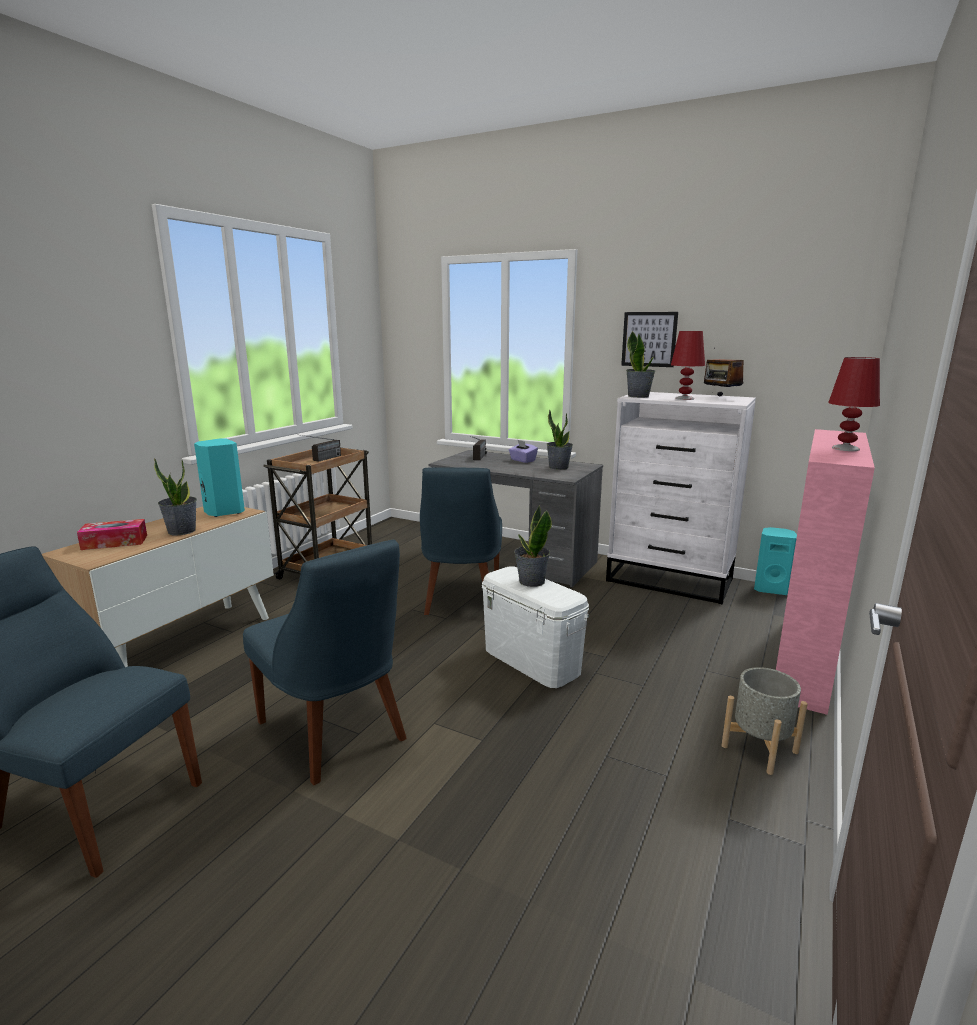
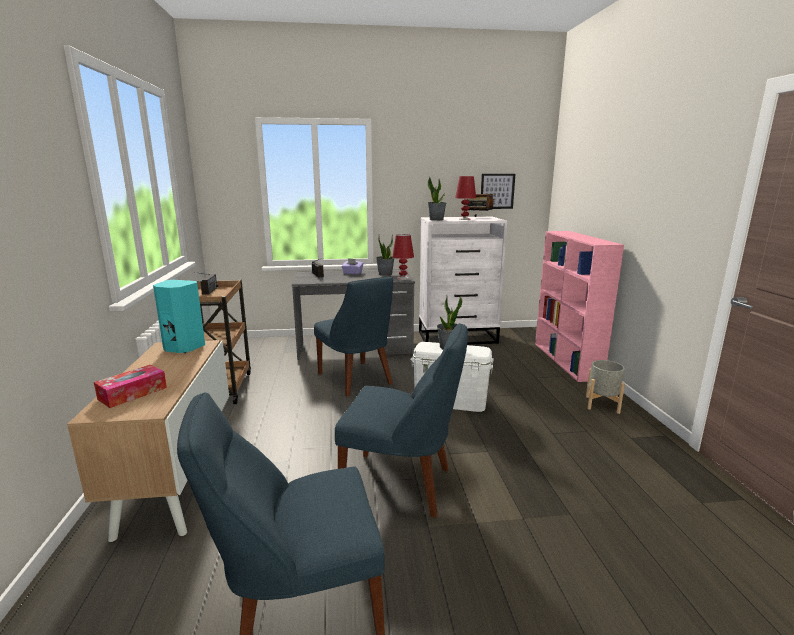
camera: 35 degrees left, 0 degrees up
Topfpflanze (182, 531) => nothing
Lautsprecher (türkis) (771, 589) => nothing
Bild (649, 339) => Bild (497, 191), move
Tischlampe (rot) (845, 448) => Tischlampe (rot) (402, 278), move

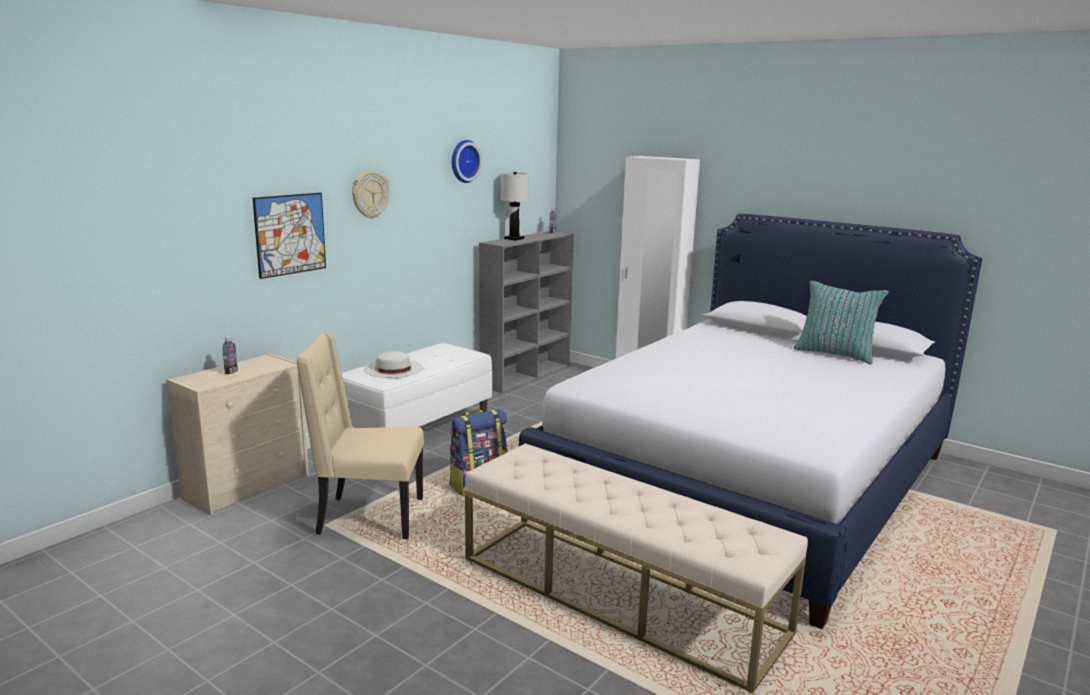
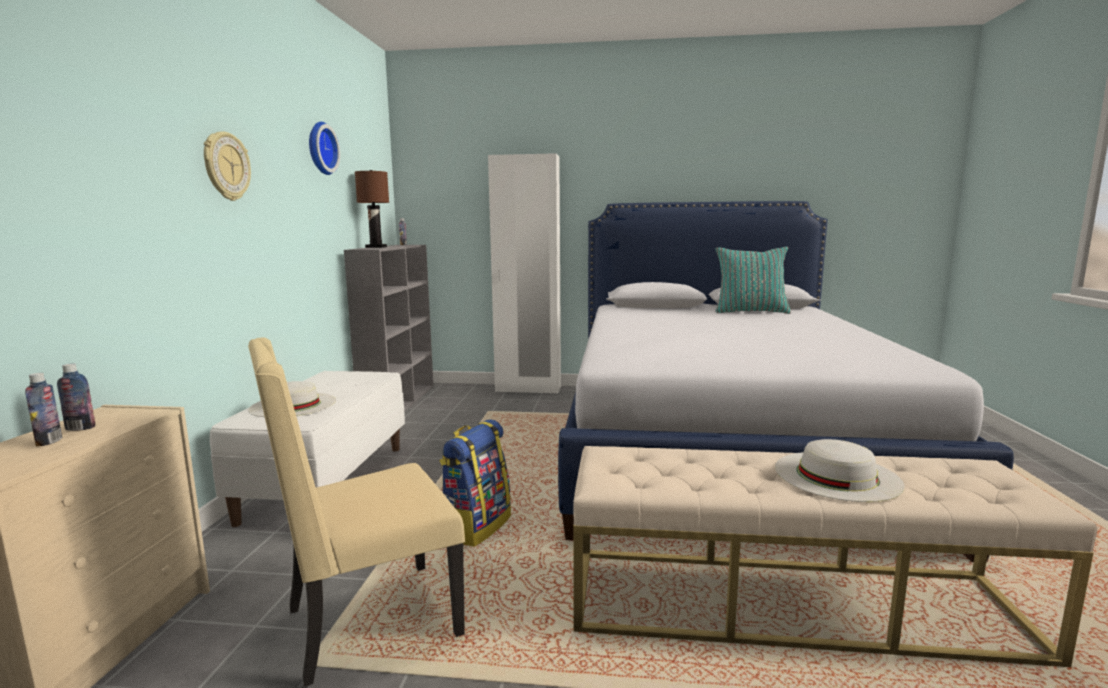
camera: 30 degrees left, 5 degrees down
Bild (290, 234) => nothing
nothing => Flasche (80, 428)
nothing => Hut (weiß) (836, 475)
Tischlampe (weiß) (514, 239) => Tischlampe (braun) (376, 247)

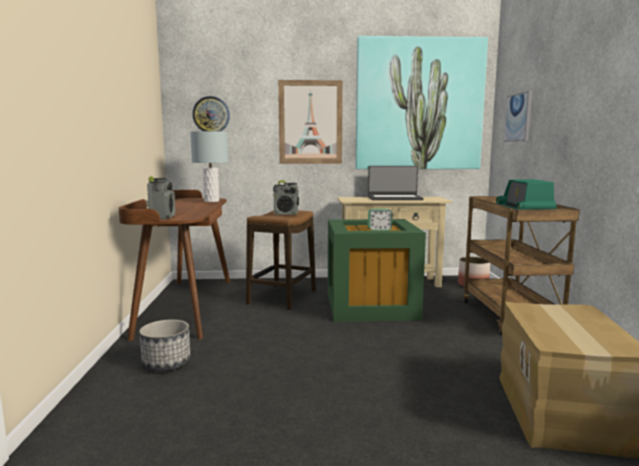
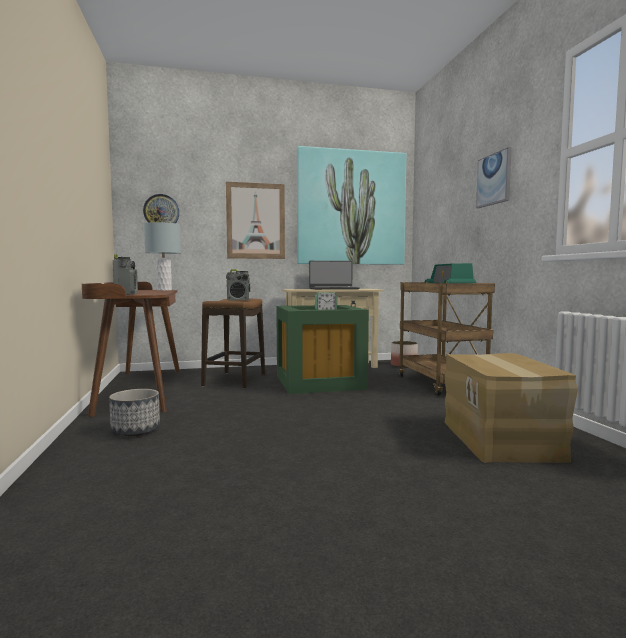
camera: 10 degrees left, 5 degrees down
Bild (518, 117) => Bild (494, 179), move

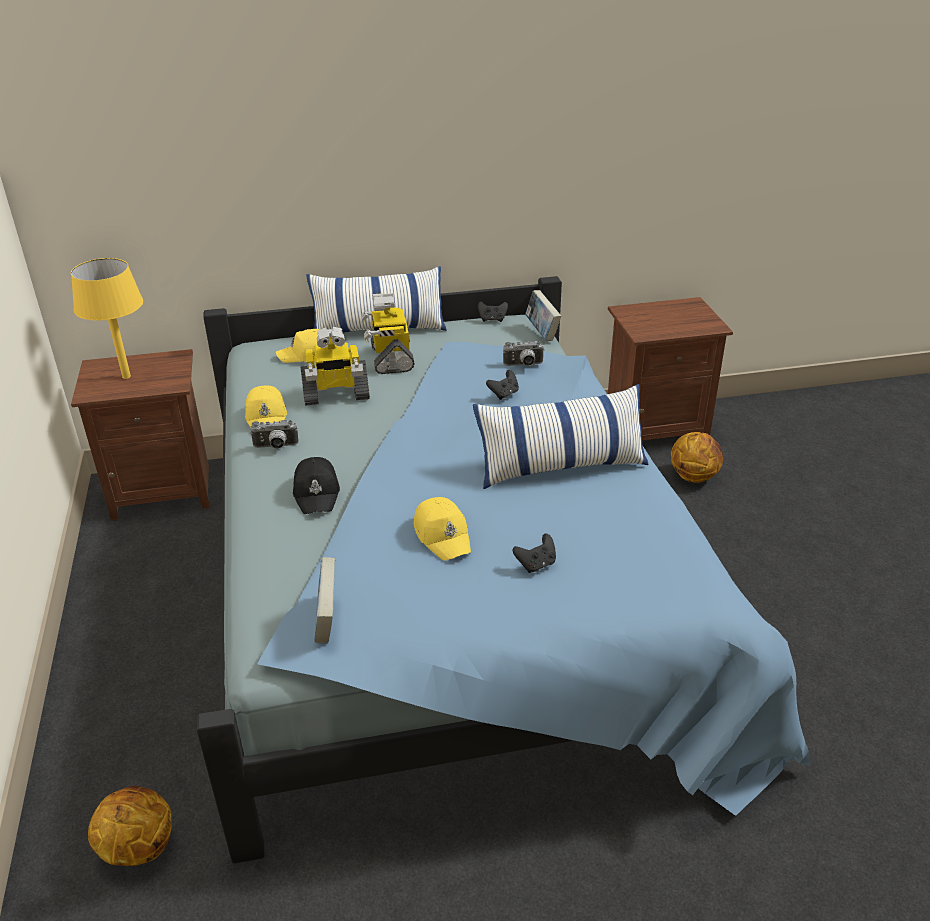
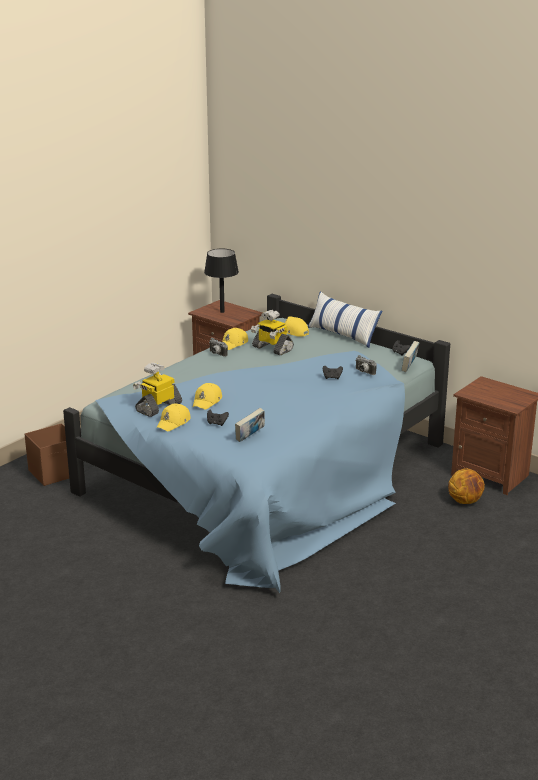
camera: 50 degrees right, 10 degrees down
Kappe (schwarz) (317, 492) => nothing
Kissen (561, 466) => nothing
nothing => Kappe (gelb) (174, 423)
Buch (327, 621) => Buch (250, 437), move
Spielzeugroboter (390, 358) => Spielzeugroboter (158, 407), move
Basketball (138, 848) => Aufbewahrungsbox (braun) (55, 473)
Tischlampe (gelb) (126, 376) => Tischlampe (schwarz) (222, 312)

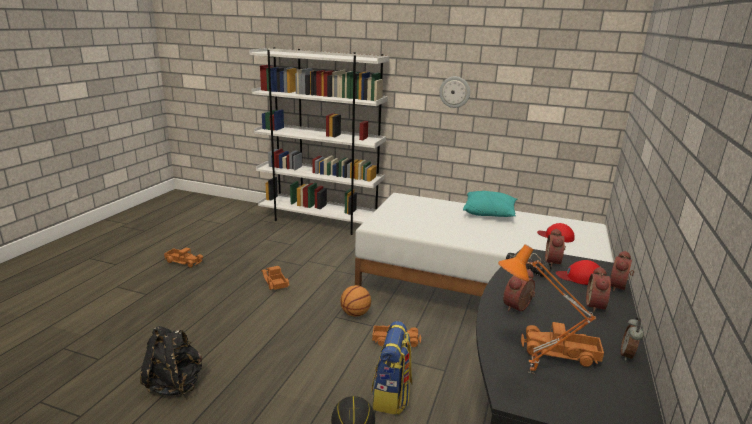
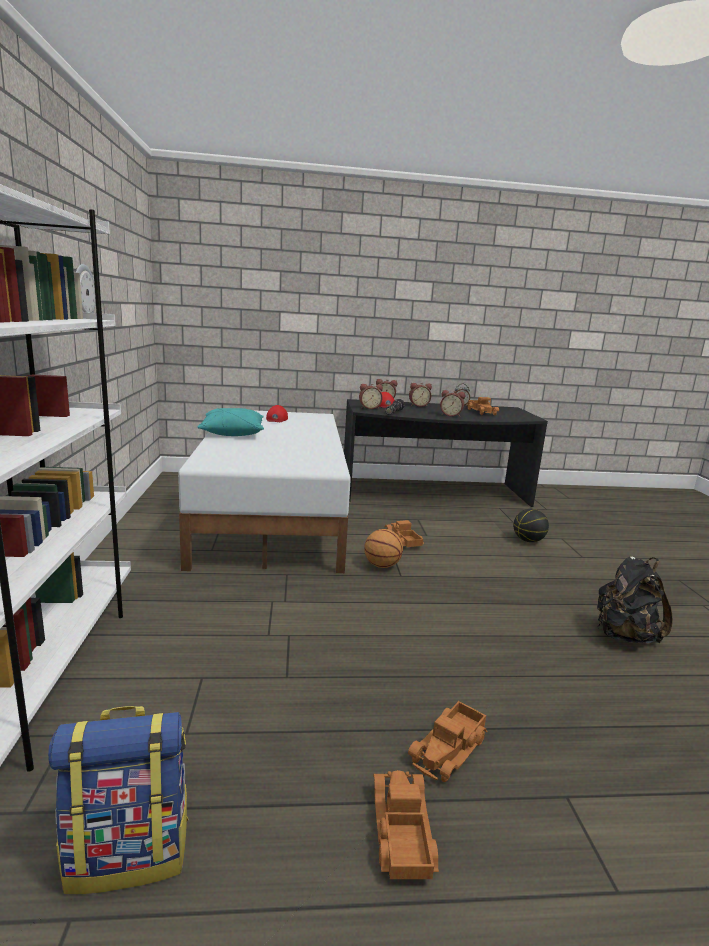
camera: 115 degrees left, 5 degrees down
Tischlampe (orange) (531, 374) => nothing
Spielzeuglaster (274, 282) => Spielzeuglaster (450, 750), move
Rucksack (392, 396) => Rucksack (130, 852), move

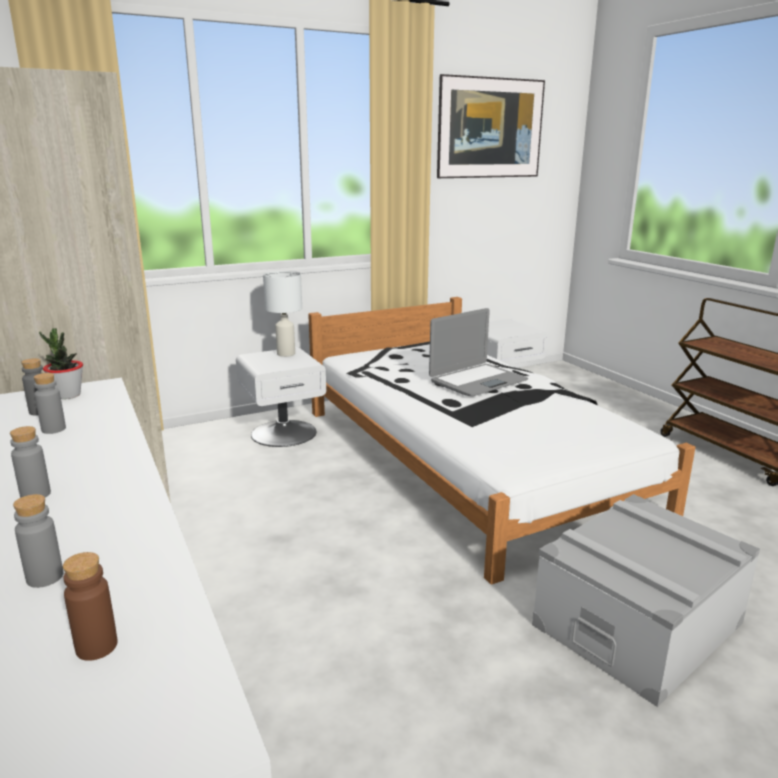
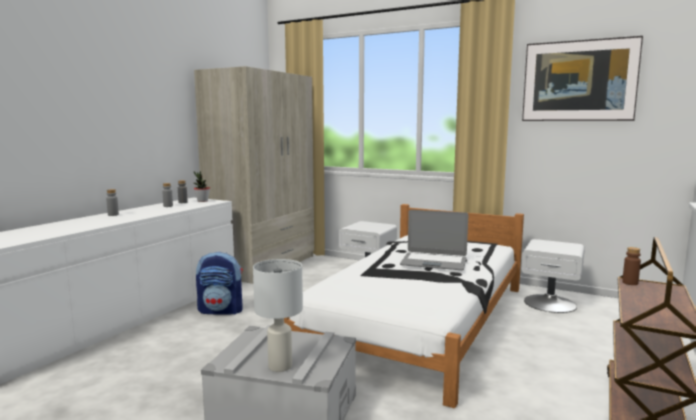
camera: 55 degrees right, 10 degrees down
Flasche (grau) (45, 577) => nothing
nothing => Rucksack (221, 310)
Flasche (braun) (96, 646) => Flasche (braun) (630, 283), move
Tischlampe (weiß) (286, 354) => Tischlampe (weiß) (280, 366), move

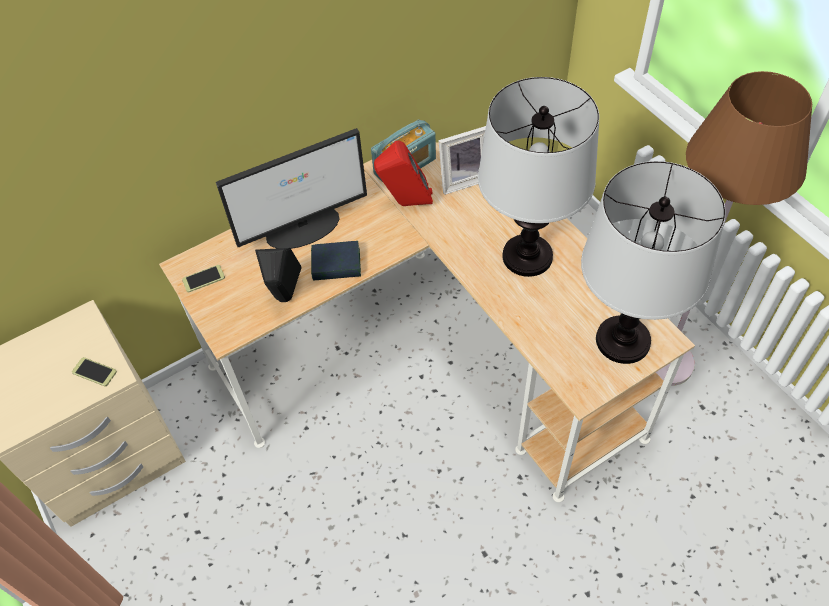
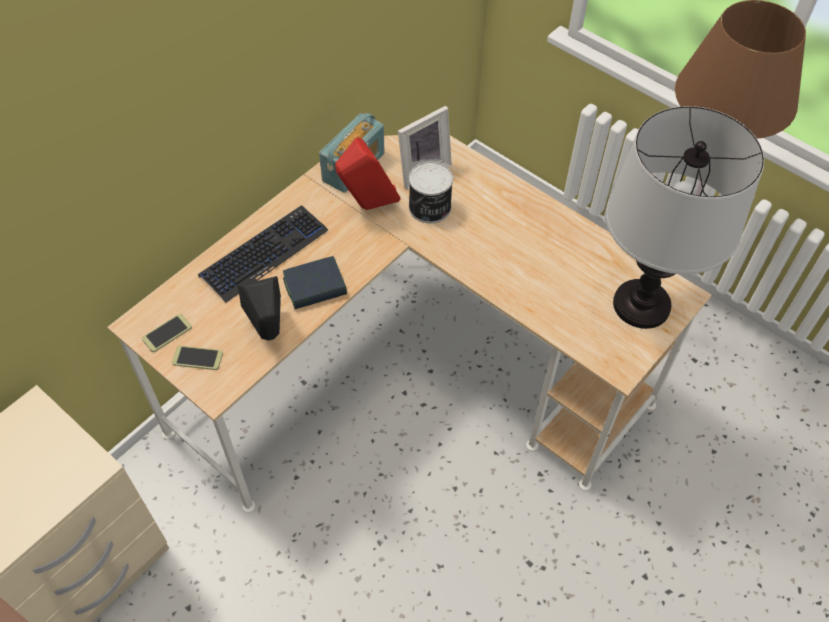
camera: 20 degrees left, 0 degrees up
Tischlampe (528, 256) => nothing
nothing => Dose (429, 208)
Handy (94, 372) => Handy (197, 358), move
Monitor (304, 227) => Tastatur (264, 253)

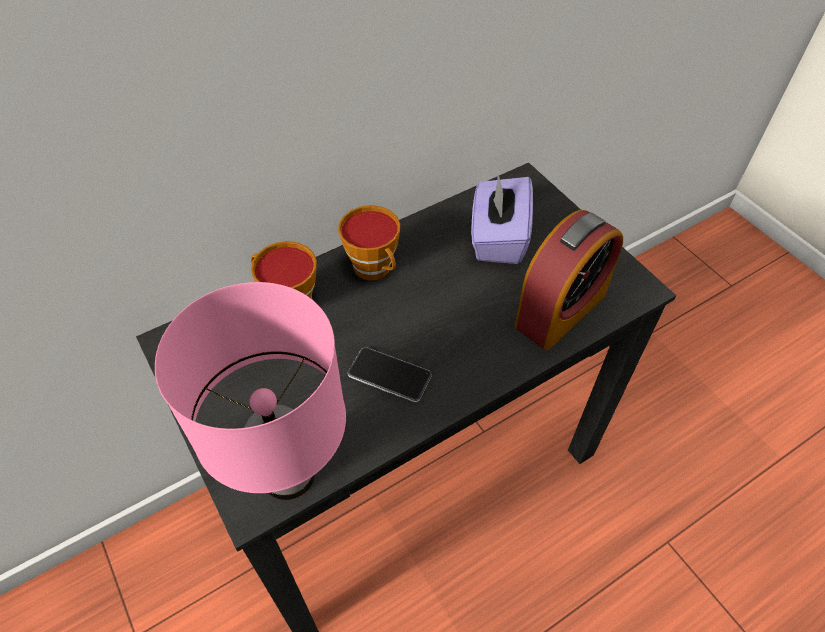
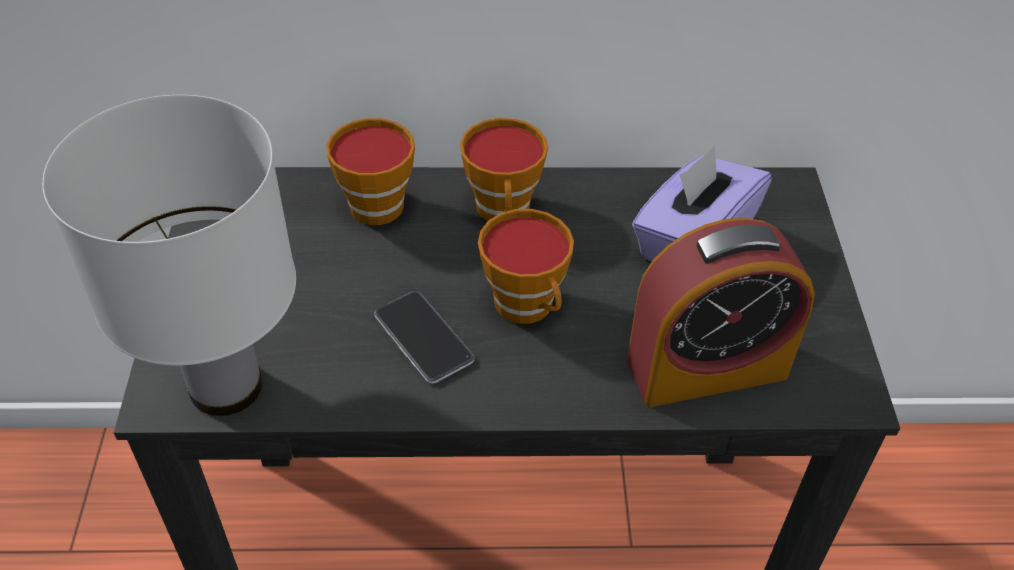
camera: 30 degrees right, 5 degrees down
nothing => Tasse (528, 306)
Tischlampe (rosa) (286, 473) => Tischlampe (weiß) (224, 385)

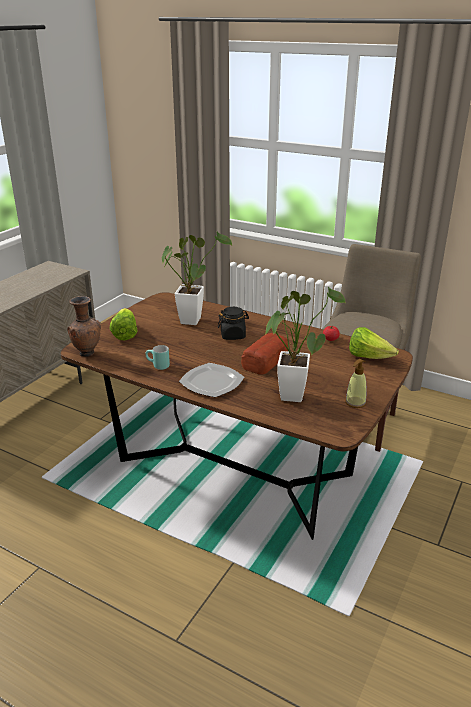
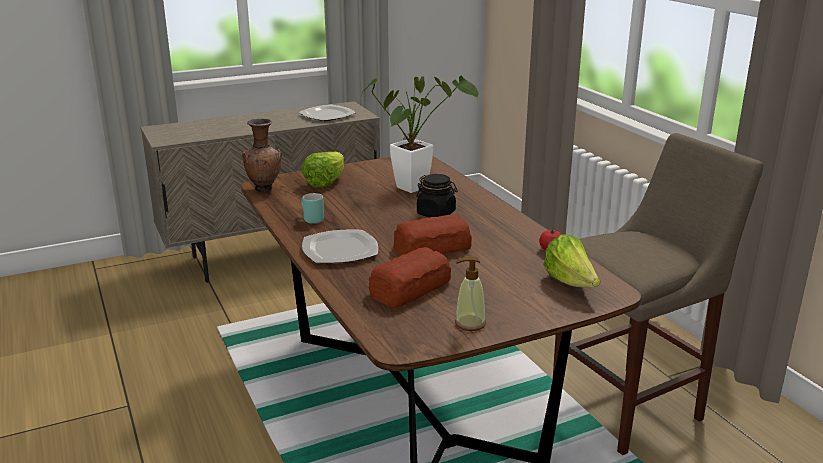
camera: 35 degrees right, 5 degrees down
nothing => Teller (326, 115)
Topfpflanze (293, 392) => Brot (411, 288)

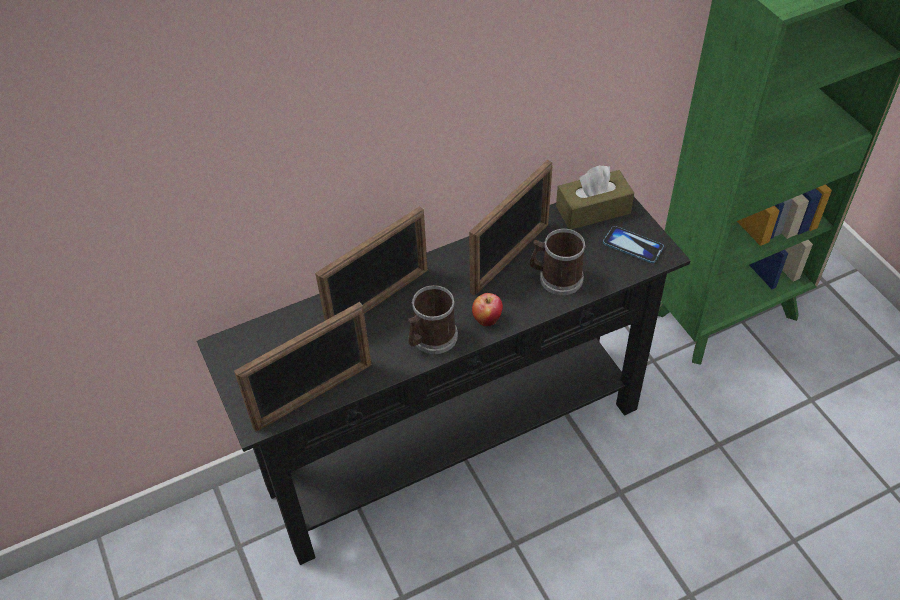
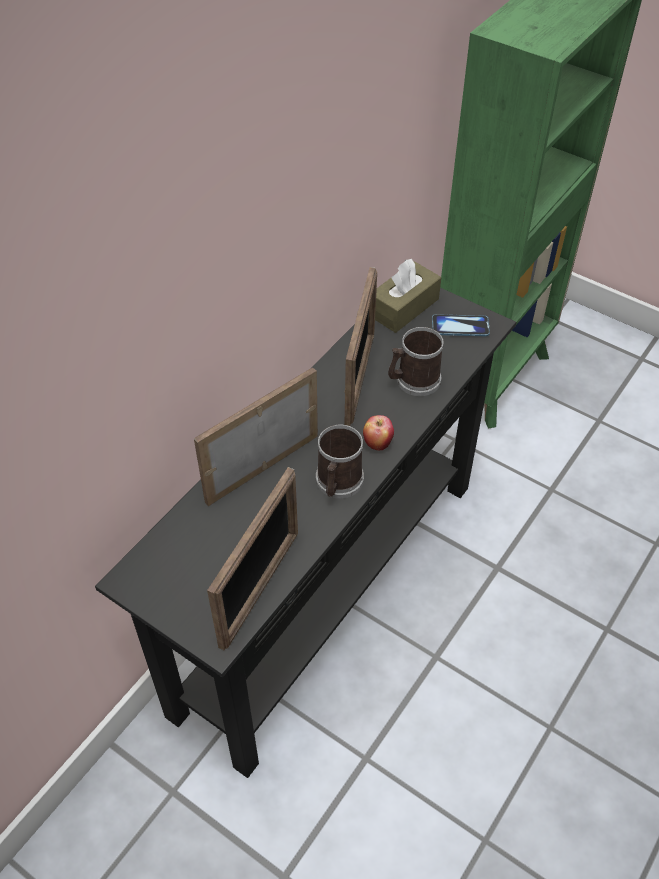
camera: 30 degrees left, 0 degrees up
Bilderrahmen (379, 301) => Bilderrahmen (262, 467), 150 degrees counterclockwise

